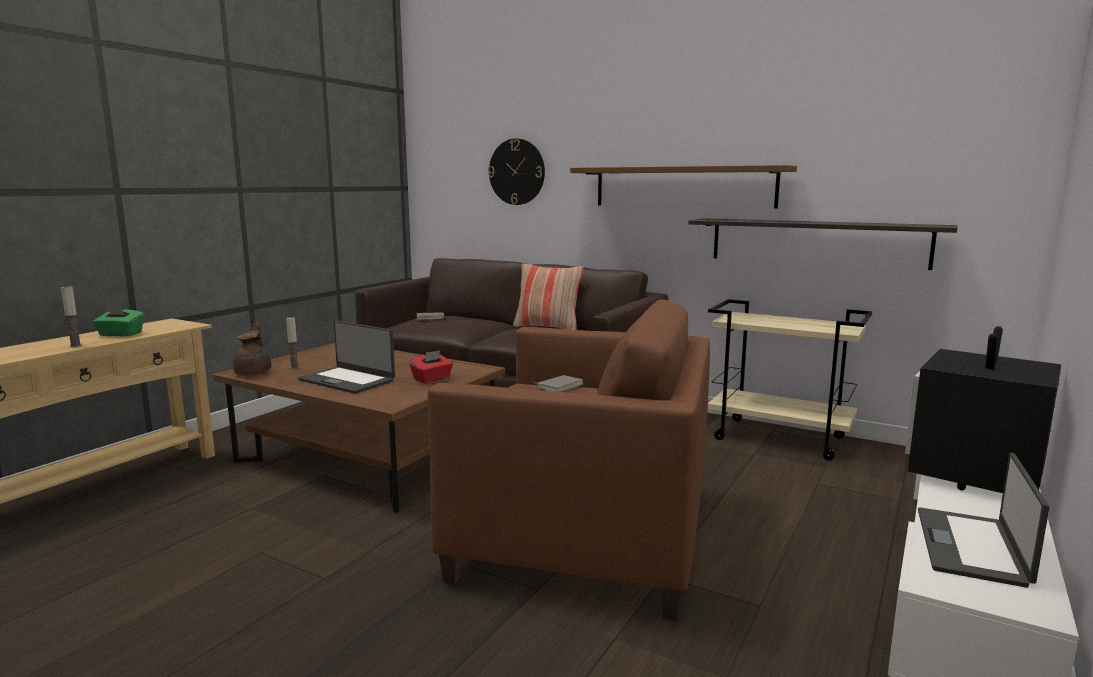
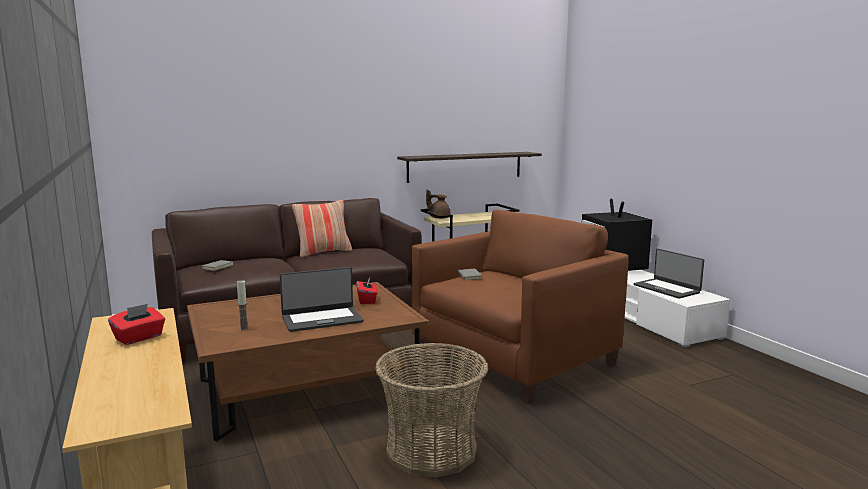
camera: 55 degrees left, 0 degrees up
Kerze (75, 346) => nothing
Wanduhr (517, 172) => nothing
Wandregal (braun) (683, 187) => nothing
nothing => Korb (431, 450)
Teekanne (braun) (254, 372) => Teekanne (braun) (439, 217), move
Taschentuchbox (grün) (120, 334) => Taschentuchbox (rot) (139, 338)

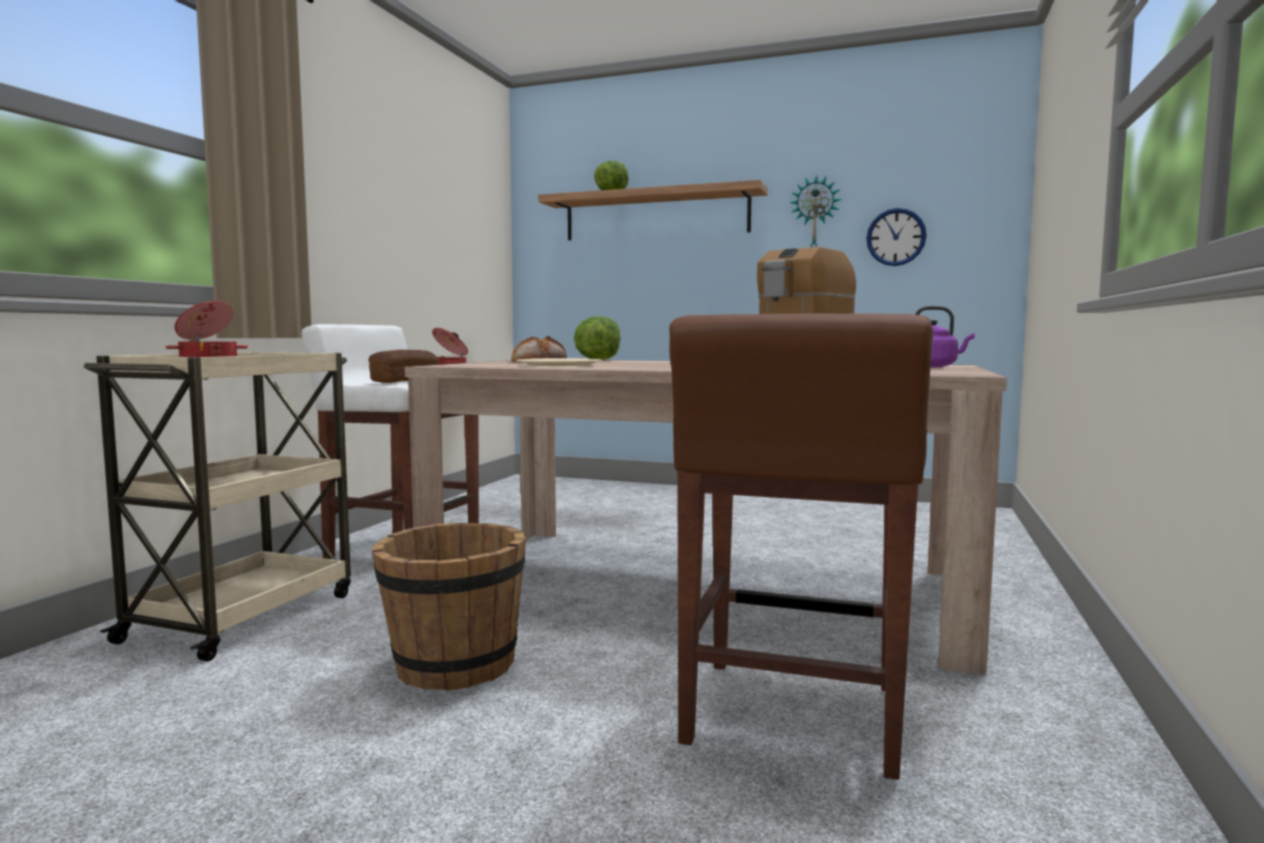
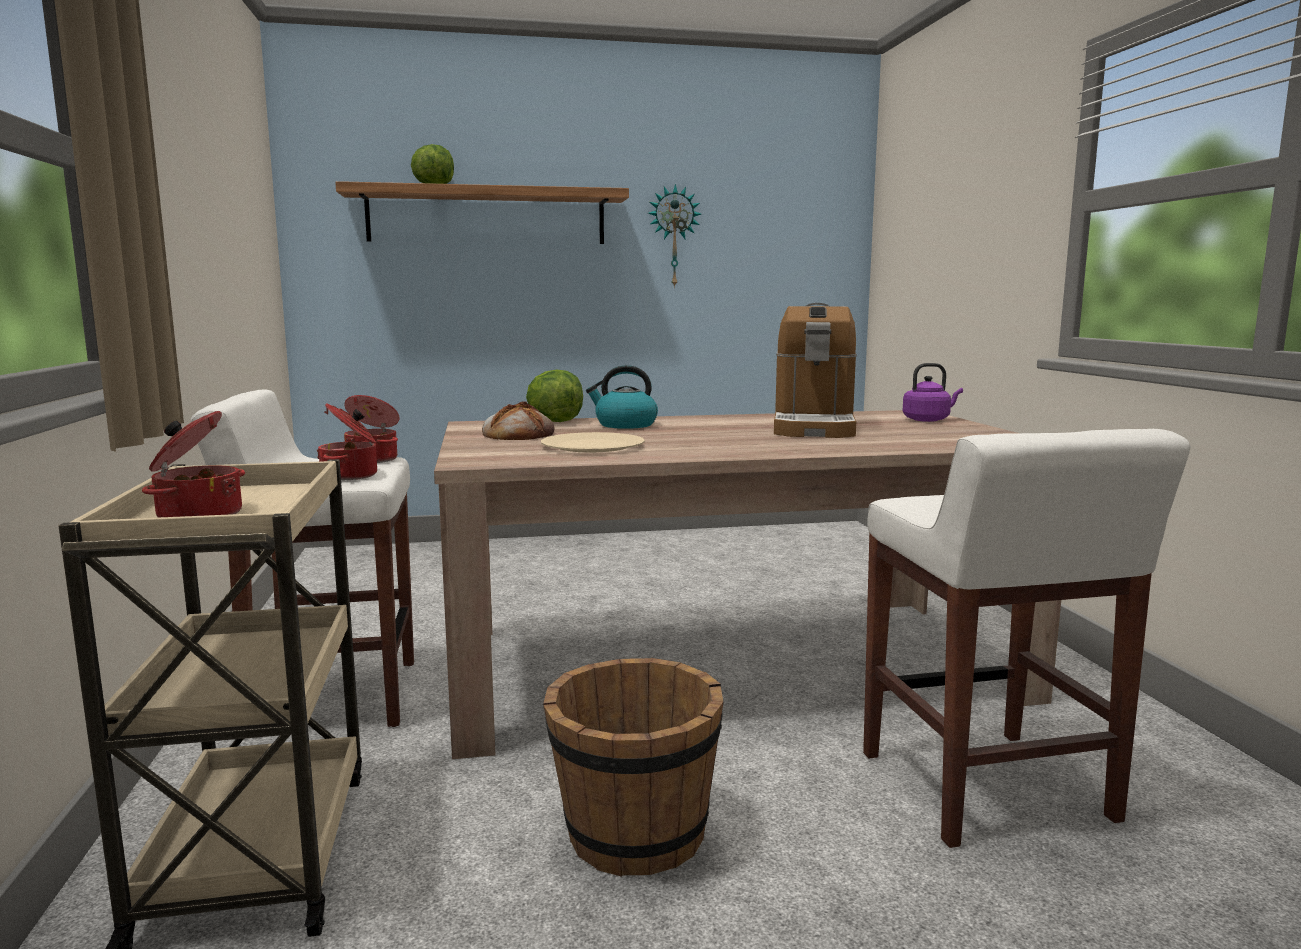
camera: 30 degrees left, 5 degrees up
Wanduhr (896, 237) => nothing
nothing => Wasserkessel (625, 425)
Brot (405, 381) => Kochtopf (351, 476)
Hocker (braun) (792, 716) => Hocker (weiß) (986, 789)

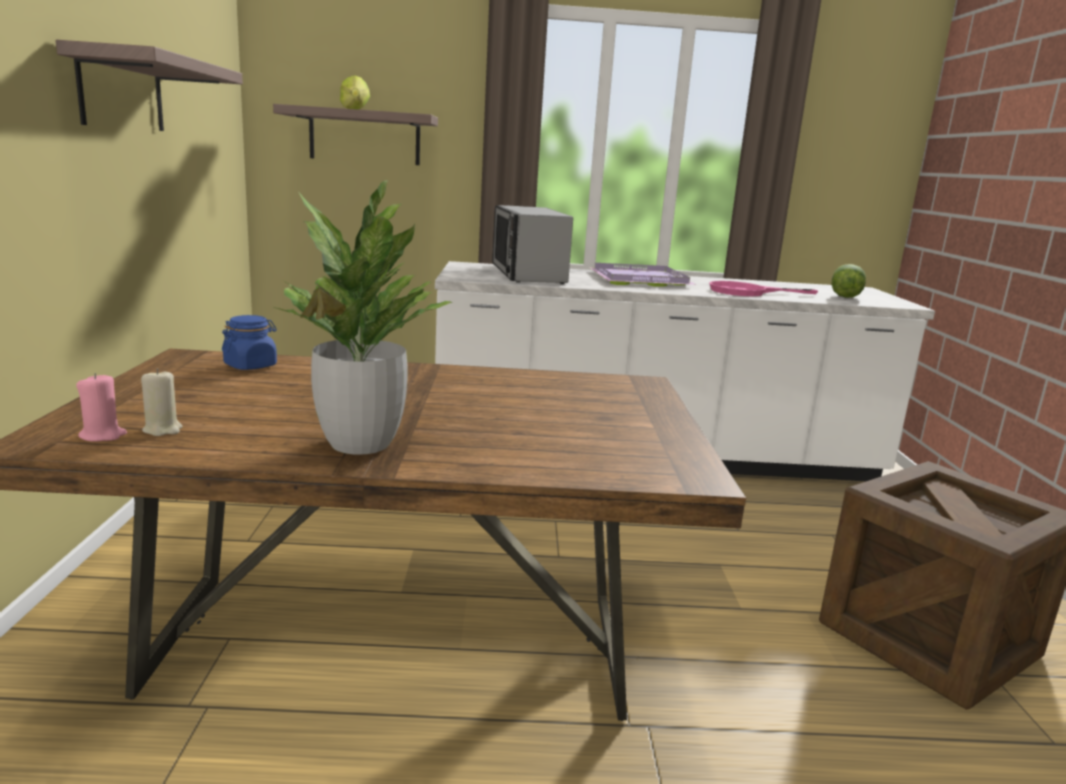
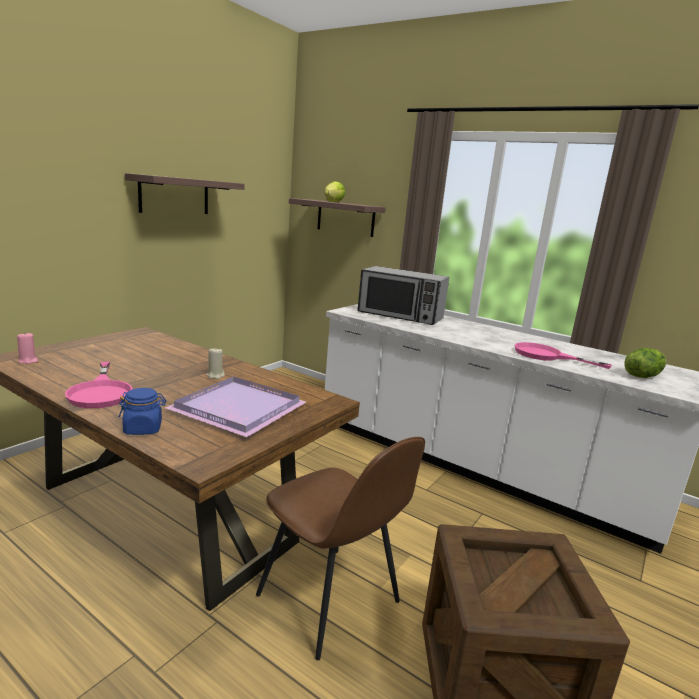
camera: 35 degrees right, 0 degrees up
nothing => Stuhl (braun) (330, 601)
Kerze (beige) (163, 429) => Kerze (beige) (215, 375), move
Vorratsglas (blau) (250, 366) => Vorratsglas (blau) (143, 429), move
Tablett (lila) (640, 279) => Tablett (lila) (241, 409), move
Topfpflanze (359, 444) => Pfanne (rosa) (101, 392)
Mikrowelle (527, 274) => Mikrowelle (400, 315), 90 degrees counterclockwise

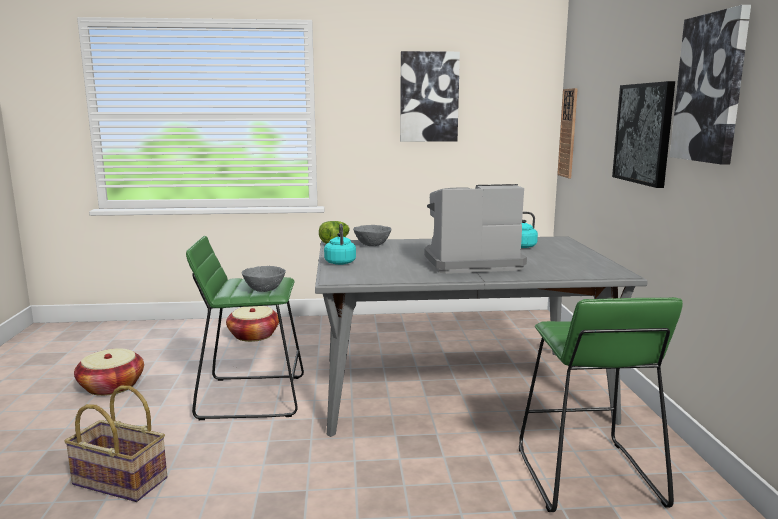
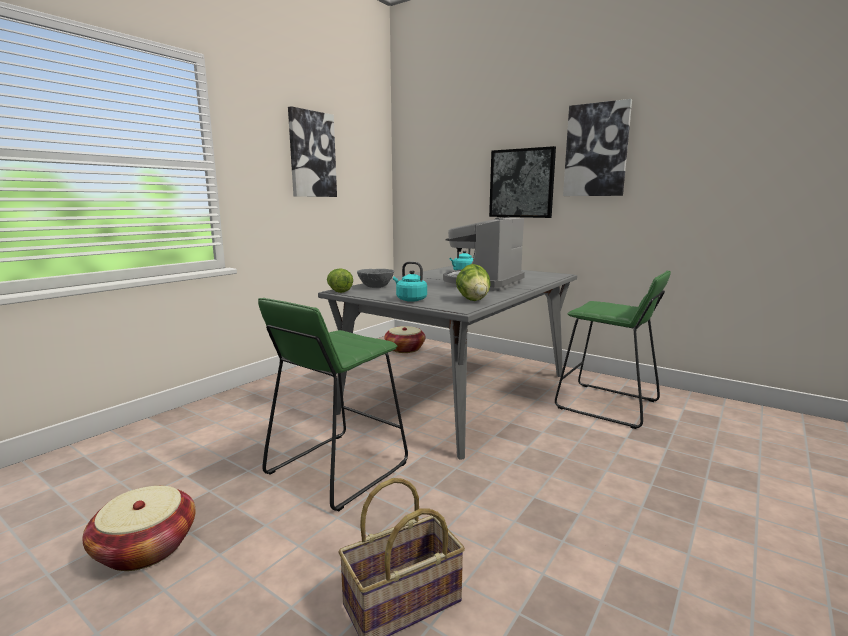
camera: 50 degrees left, 0 degrees up
Schüssel (grau) (264, 289) => nothing
Wanduhr (568, 133) => nothing
nothing => Salatkopf (473, 300)
Korb (253, 335) => Korb (405, 349), move

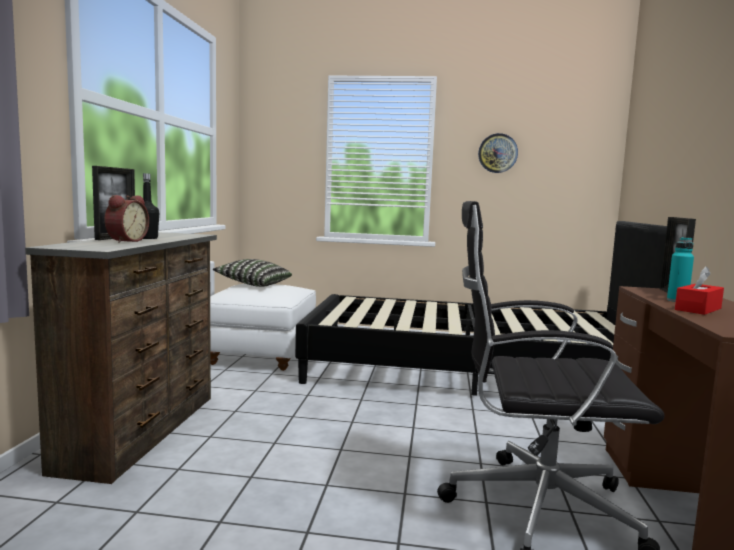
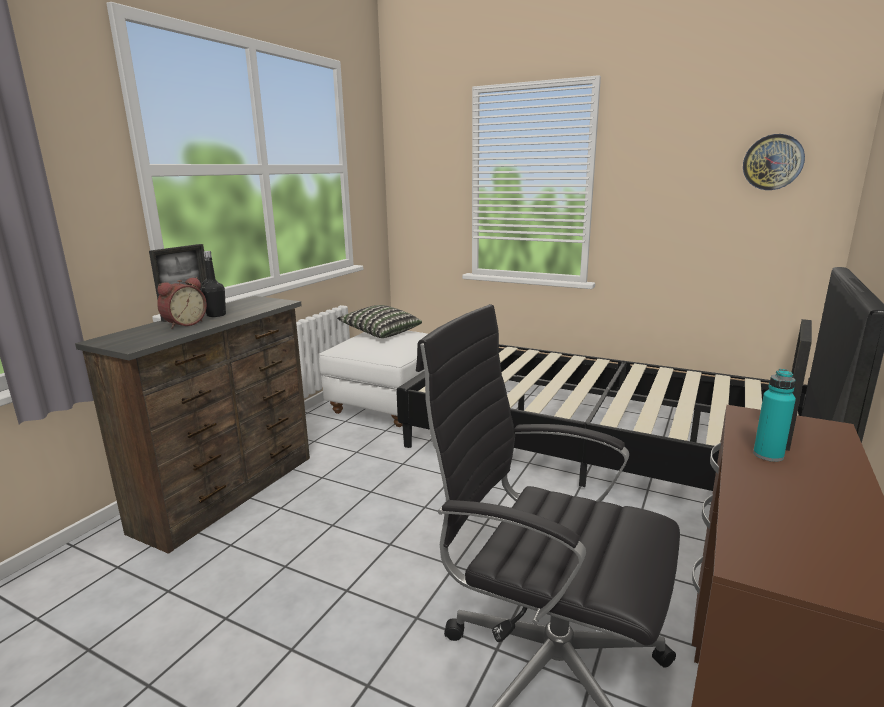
camera: 20 degrees right, 10 degrees up
Taschentuchbox (rot) (698, 309) => nothing
Wanduhr (497, 153) => Wanduhr (772, 162), move

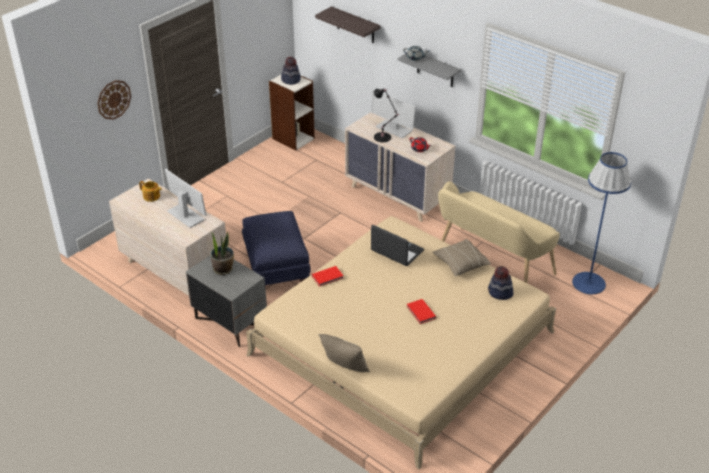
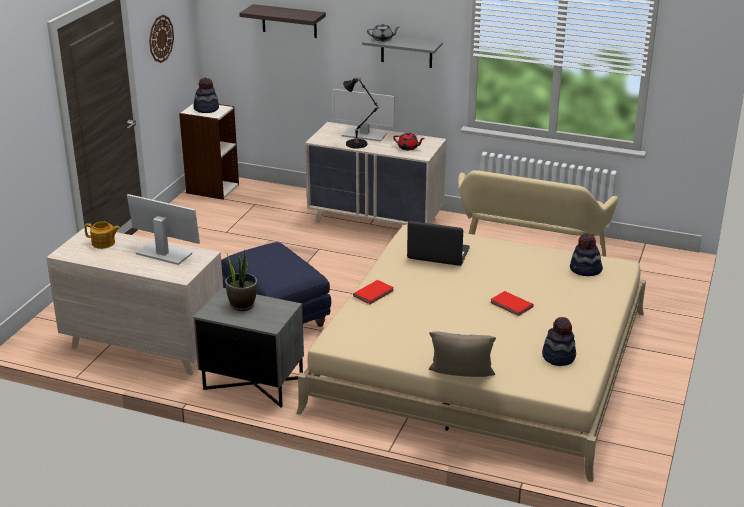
camera: 20 degrees left, 10 degrees down
Kissen (beige) (460, 264) => nothing
Stehlampe (blau) (588, 283) => nothing
nothing => Hut (558, 357)
Wanduhr (114, 99) => Wanduhr (160, 38), move

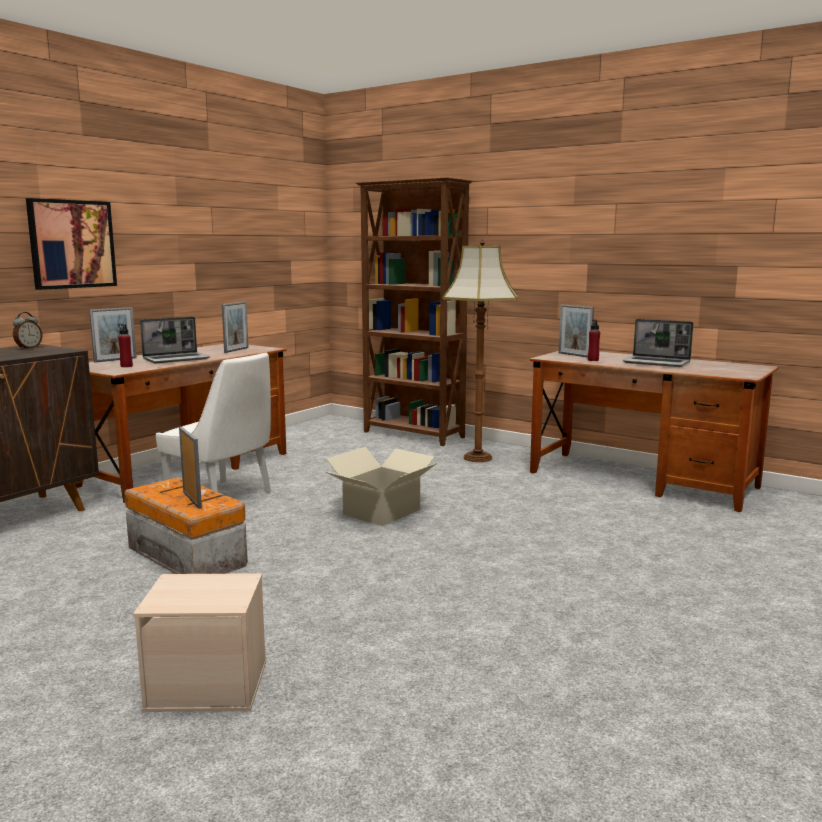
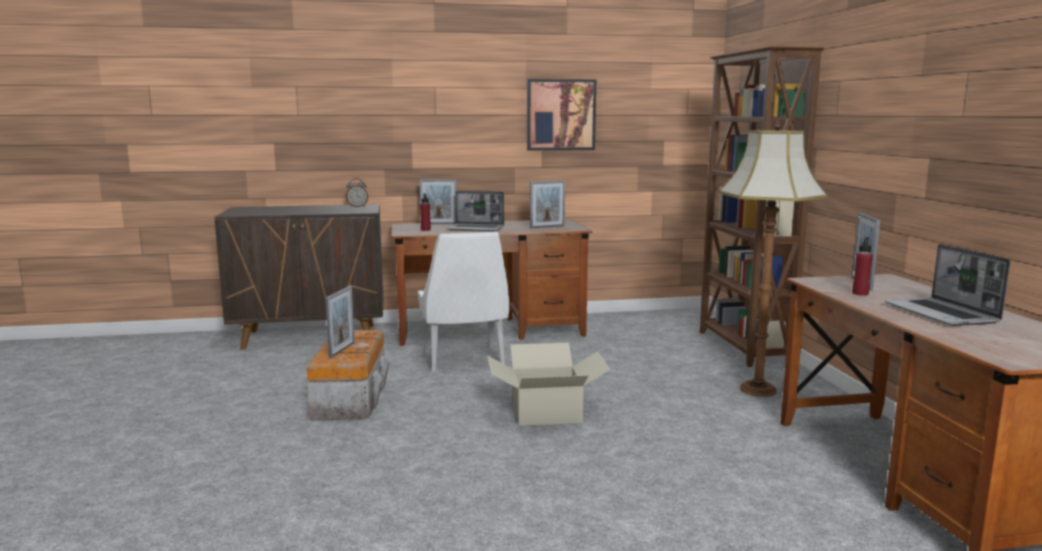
camera: 45 degrees right, 0 degrees up
Aufbewahrungsbox (beige) (209, 685) => nothing
Bild (72, 244) => Bild (560, 115), move

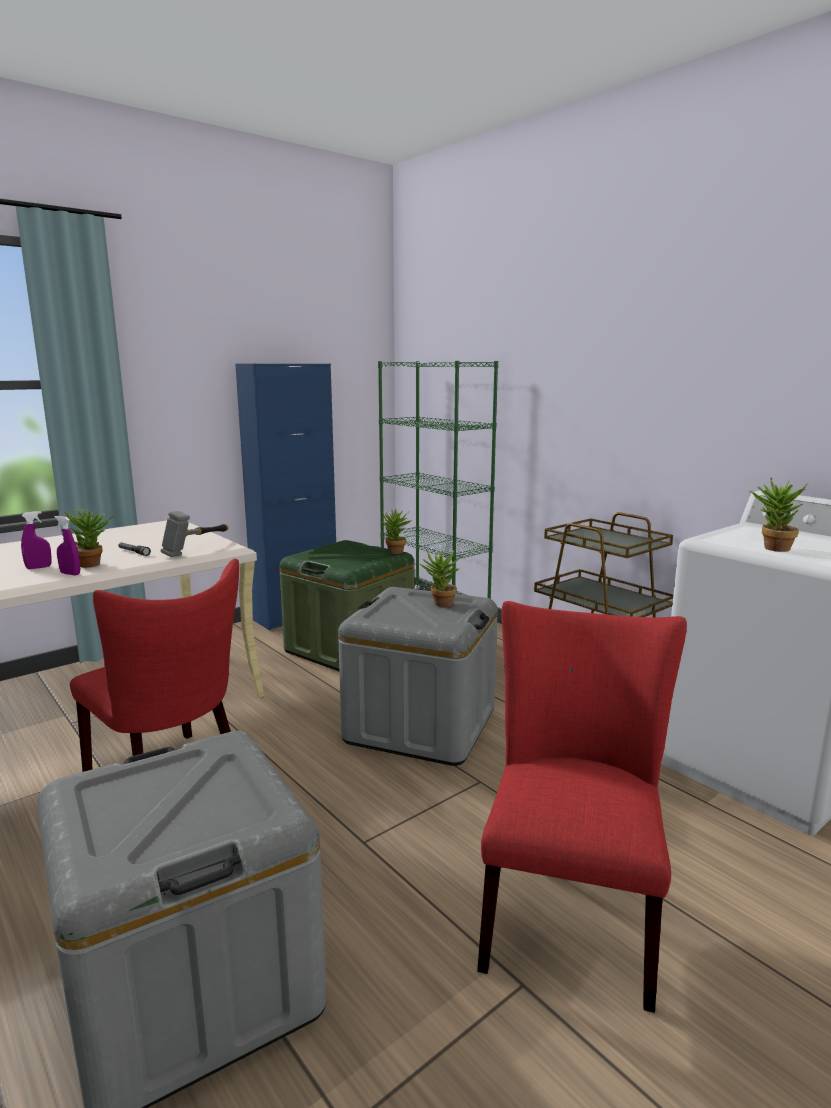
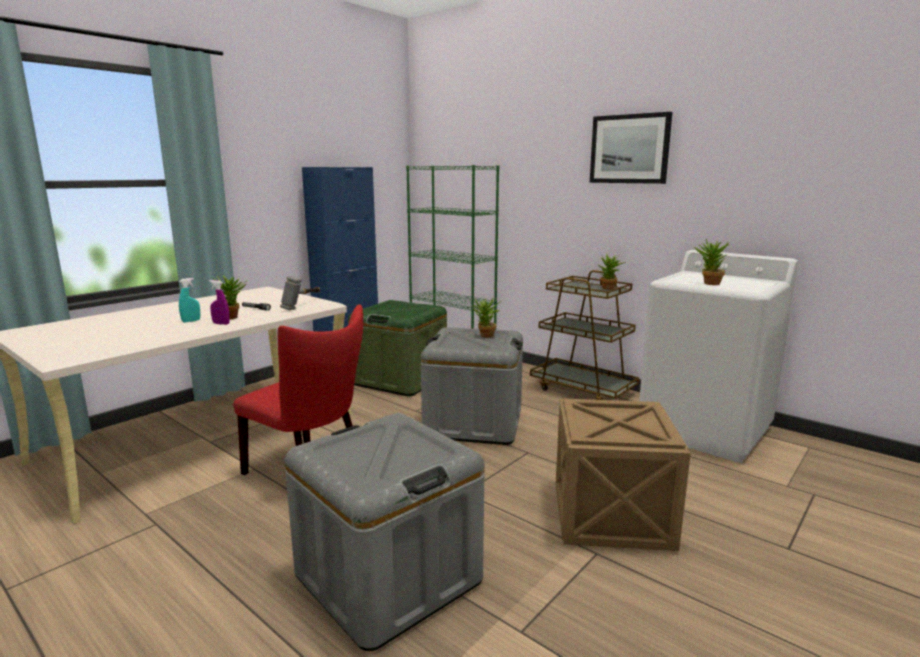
camera: 10 degrees left, 0 degrees up
nothing => Bild (629, 149)
Topfpflanze (395, 553) => Topfpflanze (609, 289), move
Stuhl (rot) (569, 909) => Kiste (610, 514)
Sprühflasche (lila) (39, 567) => Sprühflasche (türkis) (191, 321)

